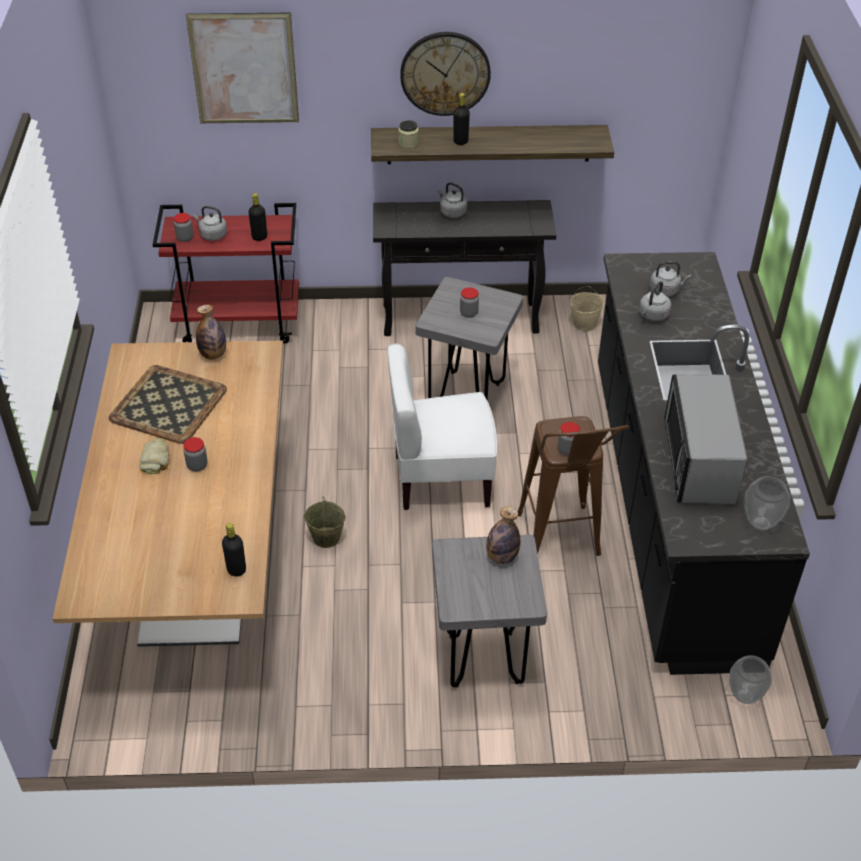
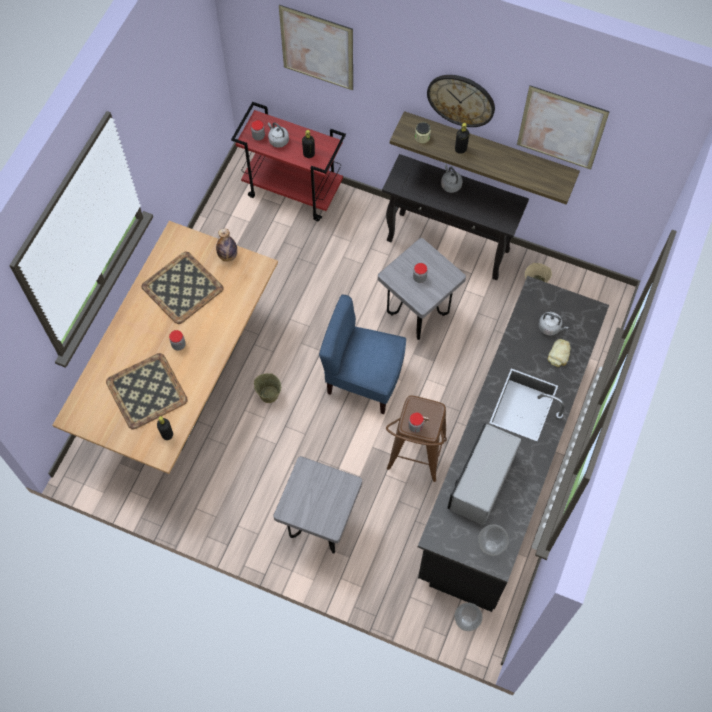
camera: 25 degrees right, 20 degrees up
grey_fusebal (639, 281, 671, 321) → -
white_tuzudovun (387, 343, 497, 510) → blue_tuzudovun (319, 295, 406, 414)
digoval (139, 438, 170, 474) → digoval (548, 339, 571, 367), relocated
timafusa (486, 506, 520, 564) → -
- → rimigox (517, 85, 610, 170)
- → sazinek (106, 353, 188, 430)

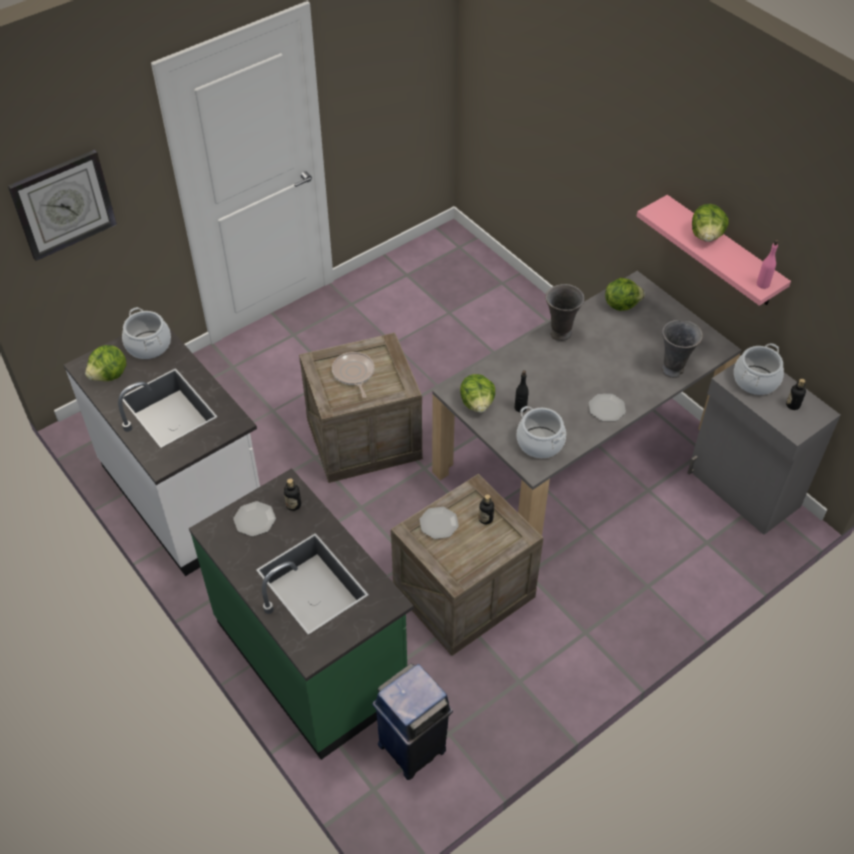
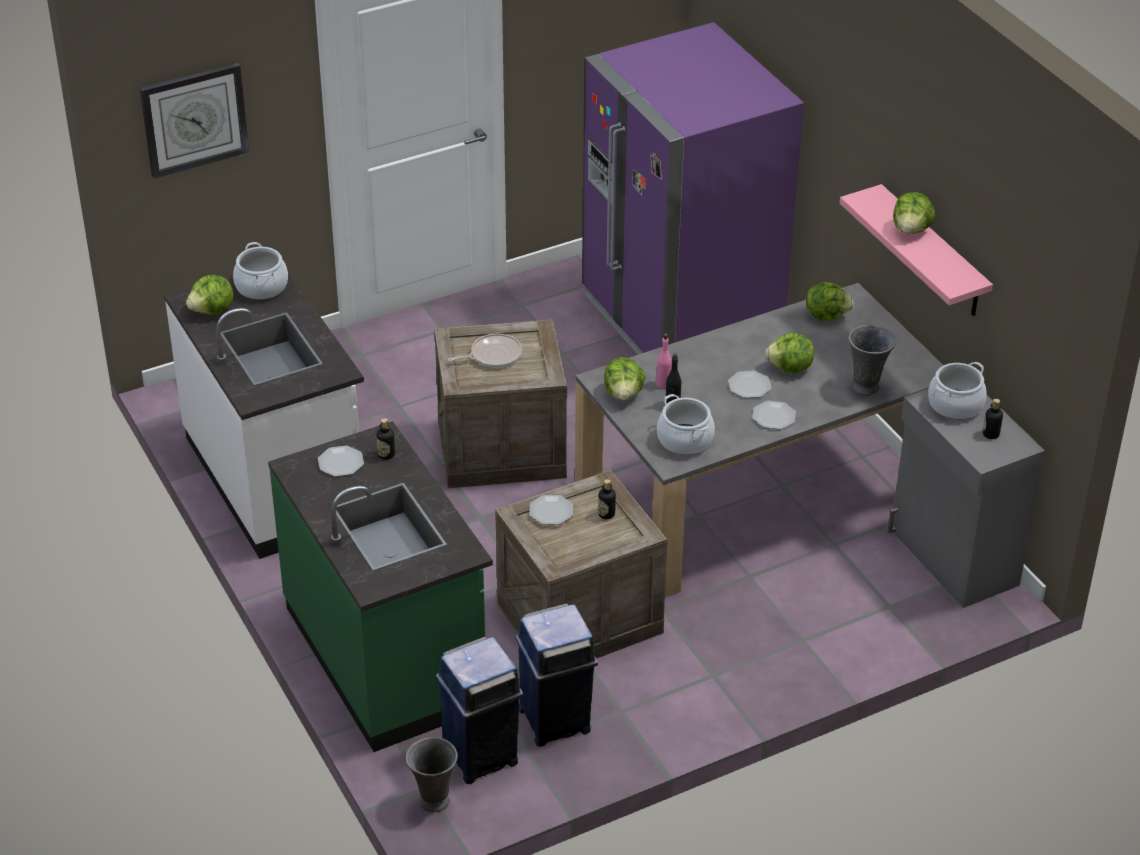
camera: 10 degrees right, 10 degrees down
pink_timafusa (757, 240, 779, 289) → pink_timafusa (656, 333, 672, 389), relocated
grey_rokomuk (545, 284, 584, 341) → grey_rokomuk (405, 737, 458, 812), relocated
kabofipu (332, 352, 374, 398) → kabofipu (448, 333, 522, 368), 75 degrees clockwise
- → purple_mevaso (582, 22, 804, 355)
- → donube (765, 333, 814, 373)
- → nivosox (728, 371, 772, 398)
- → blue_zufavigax (515, 604, 598, 747)

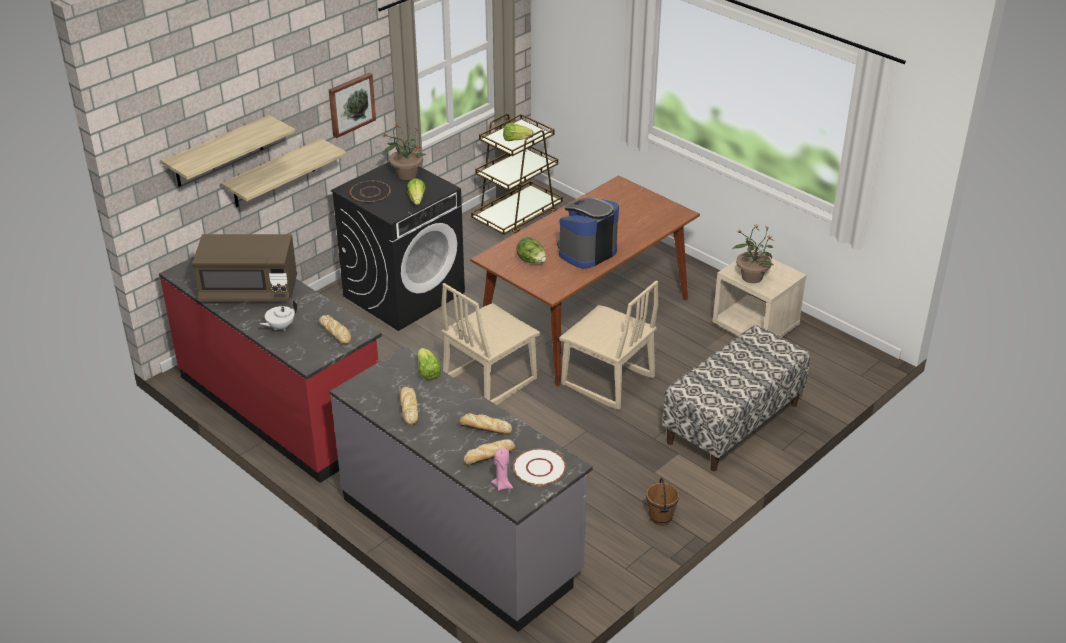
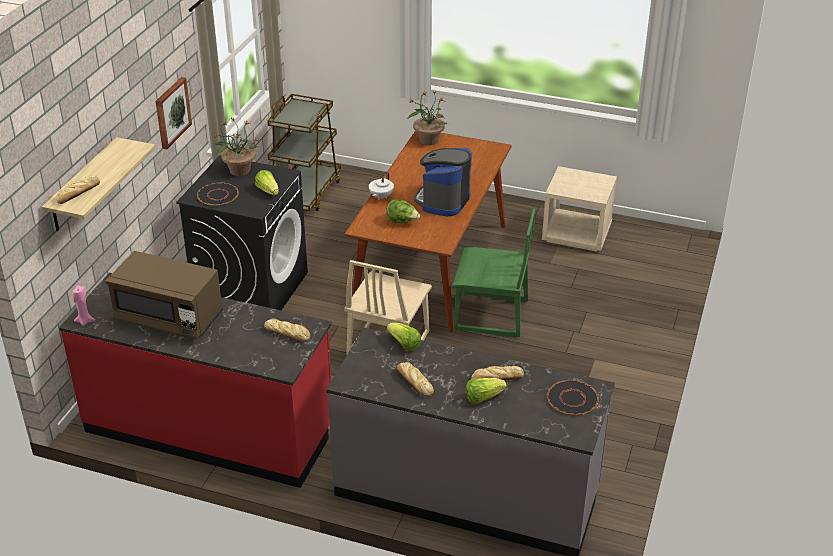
camera: 25 degrees left, 0 degrees up
donube (503, 123, 534, 141) → donube (466, 378, 507, 404), relocated
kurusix (221, 138, 347, 207) → -
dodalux (732, 225, 774, 283) → dodalux (408, 90, 448, 145), relocated
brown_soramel (192, 234, 297, 301) → brown_soramel (106, 251, 223, 340), 45 degrees clockwise
beige_tuzudovun (559, 280, 658, 410) → green_tuzudovun (452, 208, 535, 337)
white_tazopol (260, 300, 297, 330) → white_tazopol (369, 172, 394, 200), relocated
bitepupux (662, 325, 810, 471) → -
digoval (464, 439, 515, 465) → digoval (56, 176, 100, 204), relocated
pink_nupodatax (491, 447, 513, 491) → pink_nupodatax (72, 285, 95, 326), relocated
white_nivosox (513, 449, 566, 485) → black_nivosox (547, 380, 599, 415)
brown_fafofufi (646, 478, 679, 525) → -

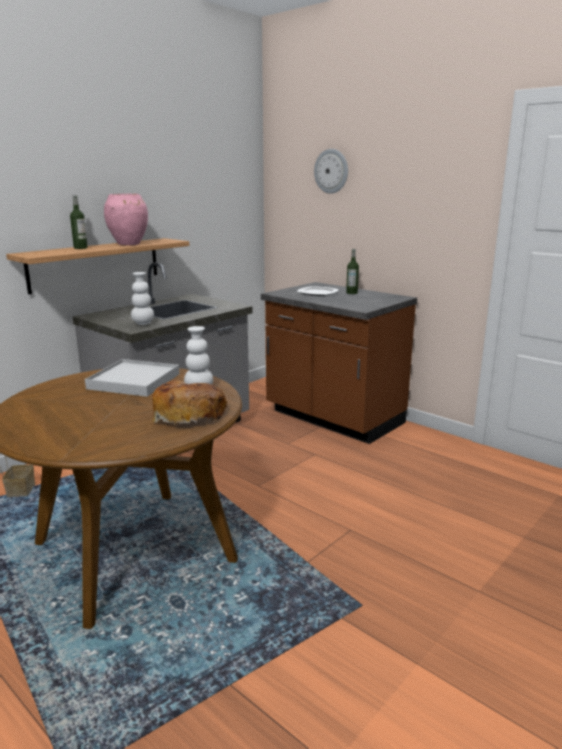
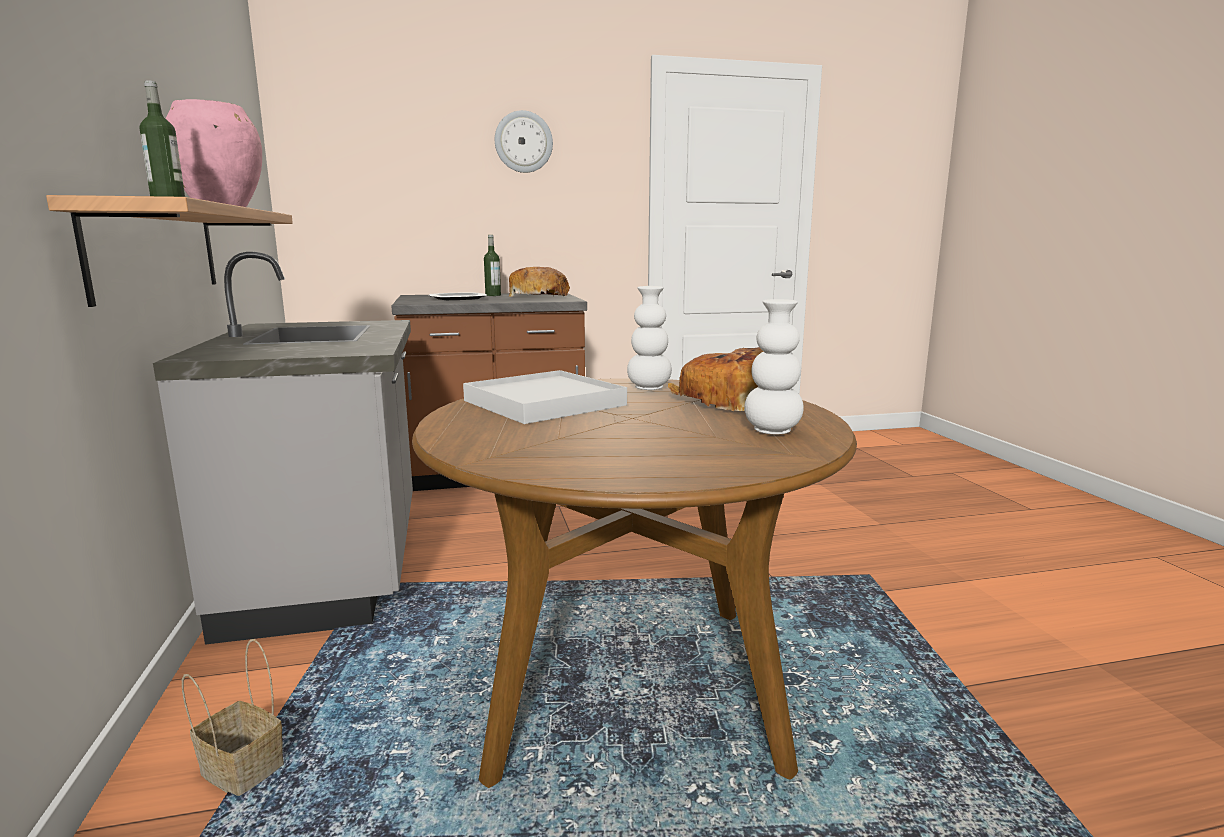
camera: 55 degrees left, 5 degrees down
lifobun (314, 149, 348, 194) → lifobun (495, 110, 553, 173), relocated
white_rokomuk (131, 272, 154, 325) → white_rokomuk (744, 299, 804, 435), relocated
- → digoval (509, 267, 570, 297)

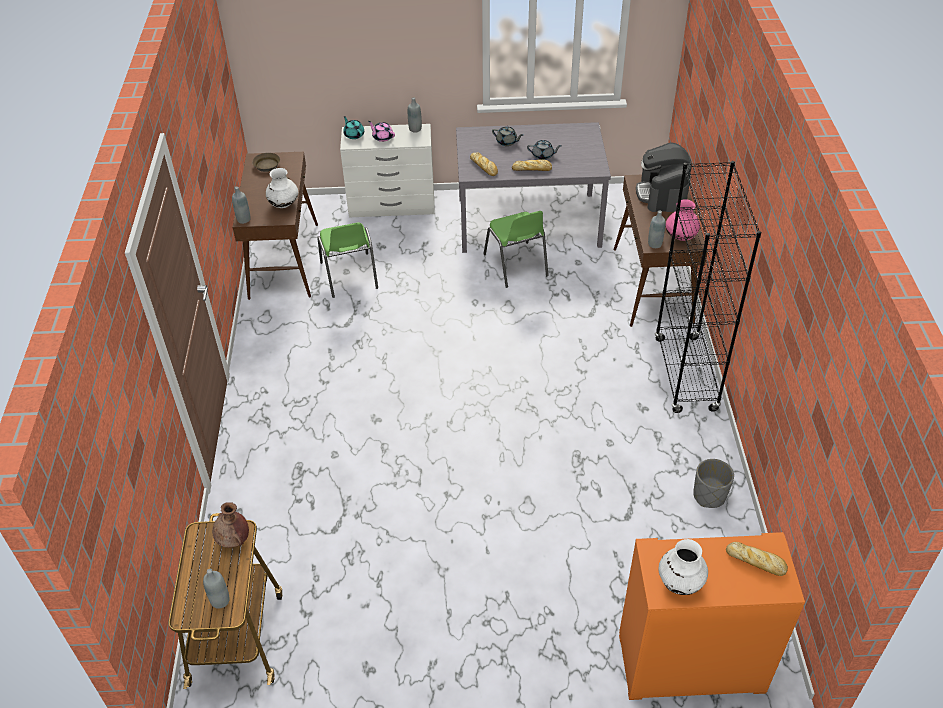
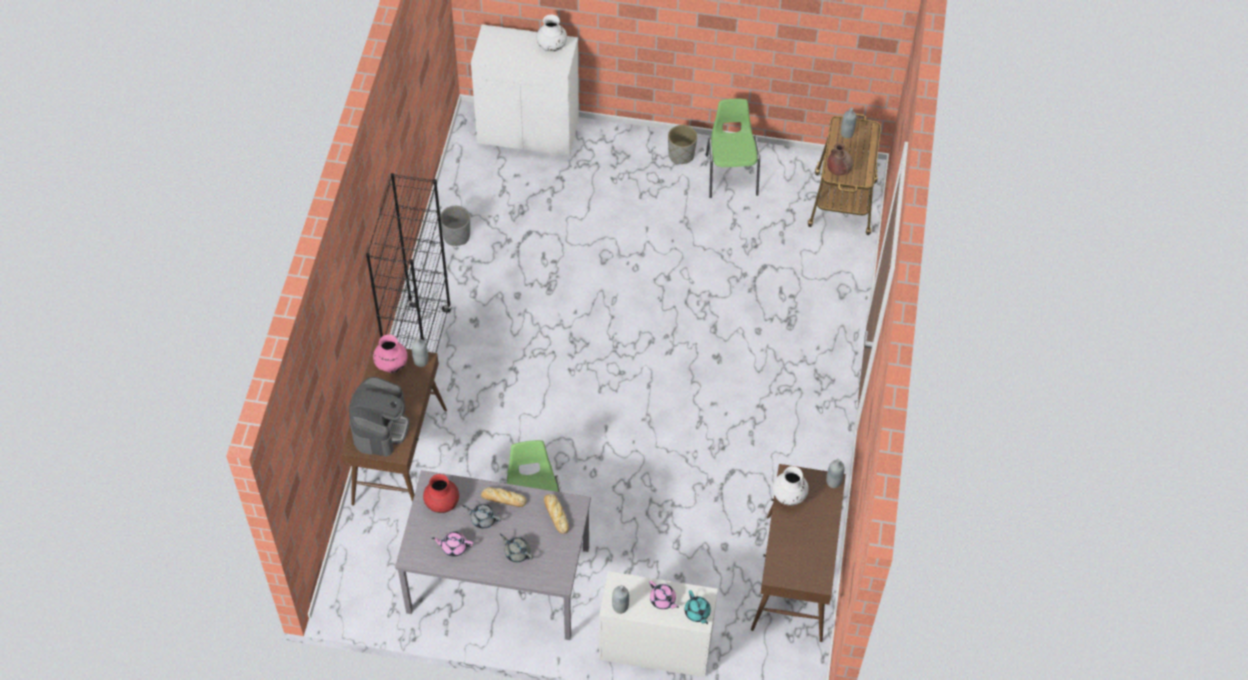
camera: 170 degrees left, 10 degrees up
brown_kabofipu (252, 153, 290, 179) → -
green_tuzudovun (317, 223, 378, 298) → green_tuzudovun (706, 99, 760, 198), relocated
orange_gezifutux (619, 532, 805, 700) → white_gezifutux (471, 24, 579, 156)
digoval (726, 542, 788, 576) → -
- → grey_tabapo (668, 125, 697, 164)
- → red_rokomuk (423, 474, 459, 513)
- → pink_tazopol (432, 531, 473, 557)

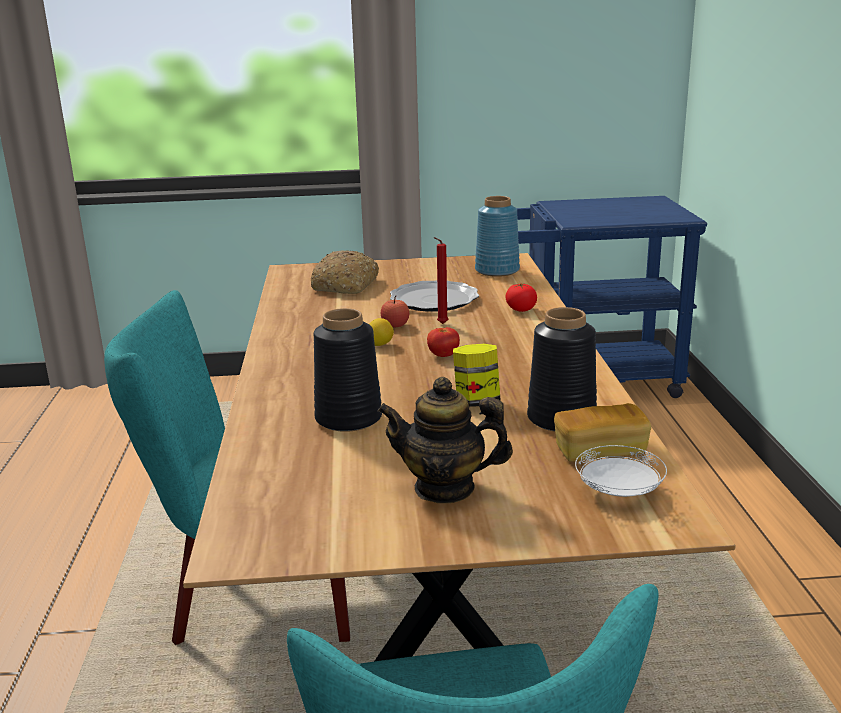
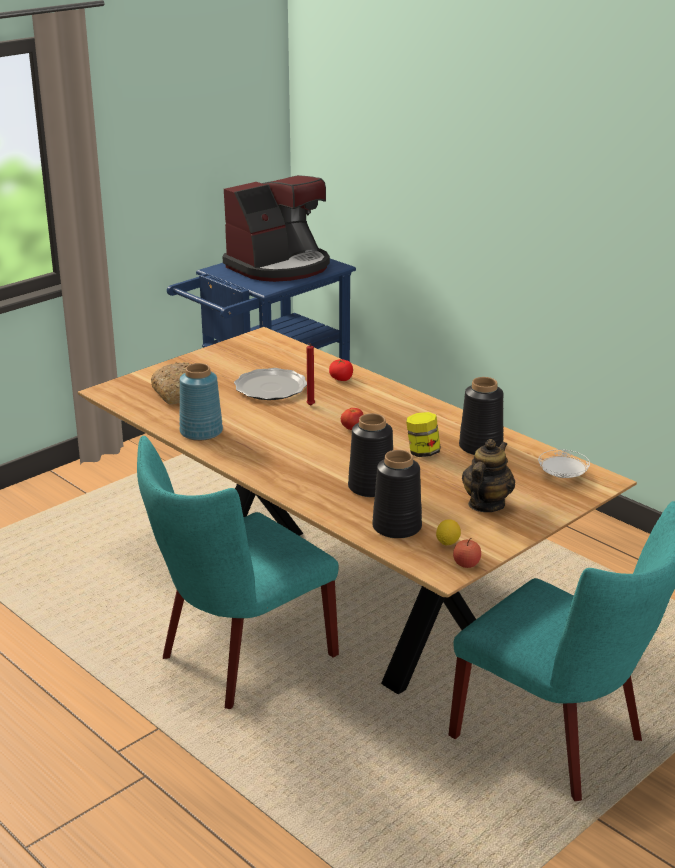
camera: 40 degrees left, 5 degrees up
blue_rokomuk (475, 196, 520, 277) → blue_rokomuk (179, 363, 223, 441), relocated
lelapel (381, 296, 409, 327) → lelapel (453, 538, 481, 568), relocated
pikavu (369, 318, 394, 346) → pikavu (436, 519, 461, 546), relocated
tazopol (377, 377, 513, 503) → tazopol (462, 439, 515, 512), 150 degrees clockwise
digoval (554, 403, 651, 462) → -
- → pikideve (222, 175, 330, 282)
- → black_rokomuk (372, 450, 422, 539)

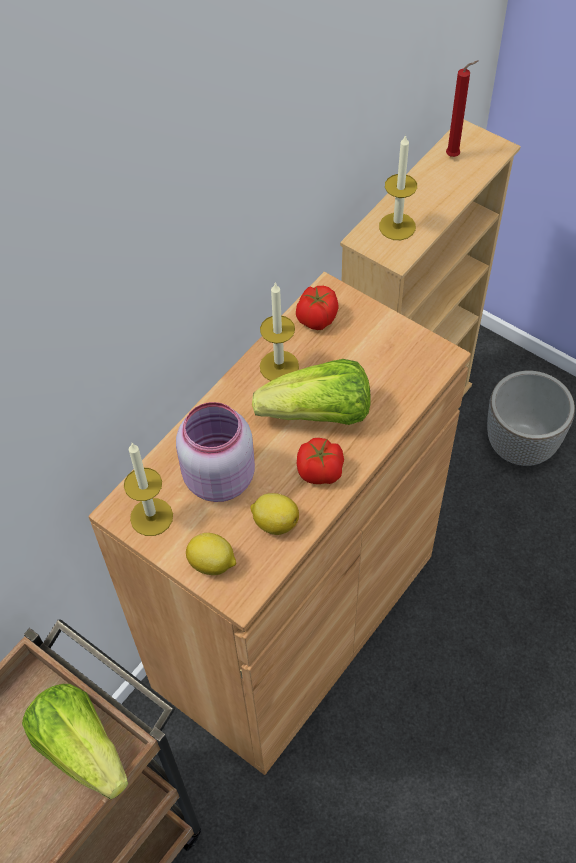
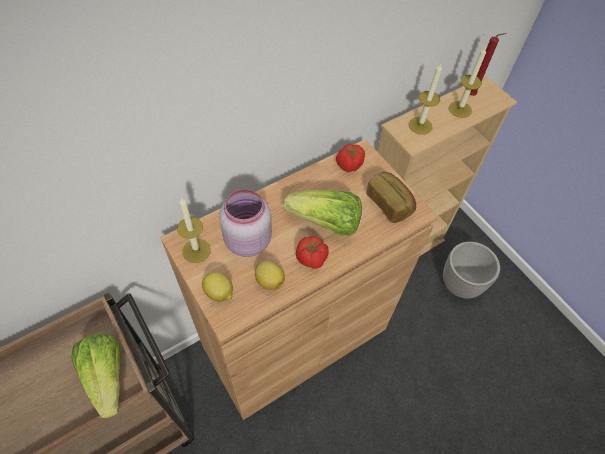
camera: 15 degrees right, 0 degrees up
nupodatax (260, 282, 299, 381) → nupodatax (449, 46, 486, 118), relocated
- → digoval (366, 172, 416, 223)

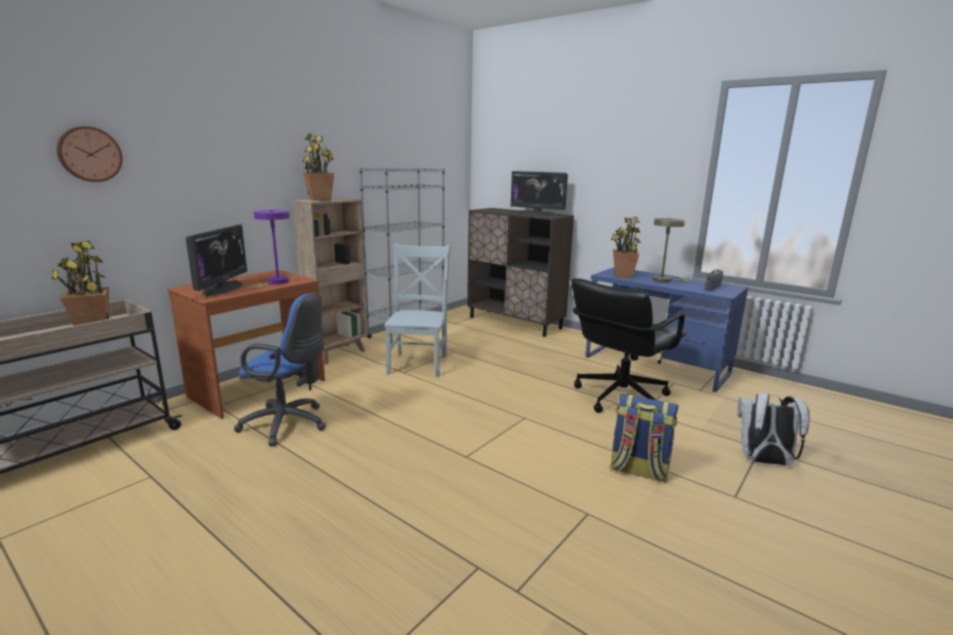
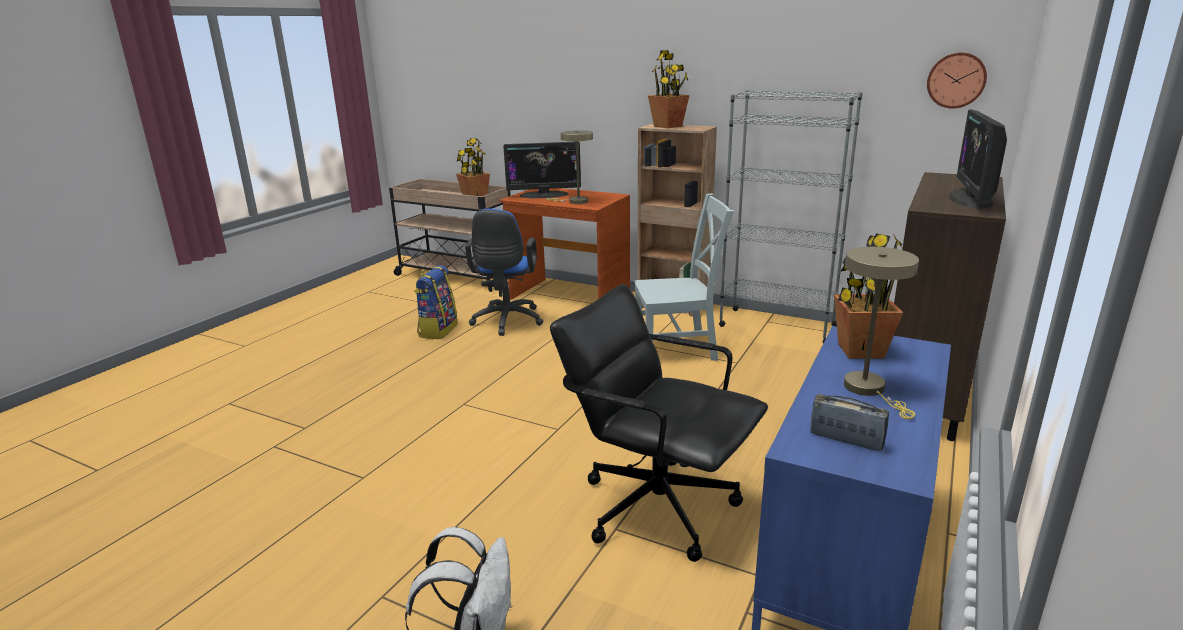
camera: 80 degrees right, 5 degrees up
lifobun (57, 126, 123, 182) → lifobun (927, 52, 987, 109), relocated
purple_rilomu (247, 210, 290, 289) → beige_rilomu (546, 130, 593, 204)
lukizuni (610, 393, 679, 483) → lukizuni (414, 265, 458, 339), relocated

